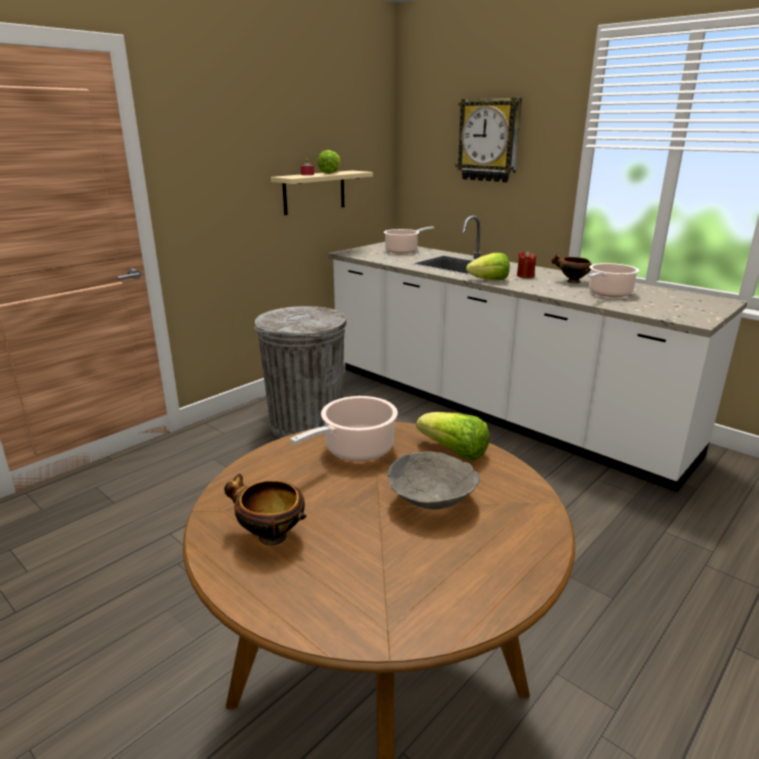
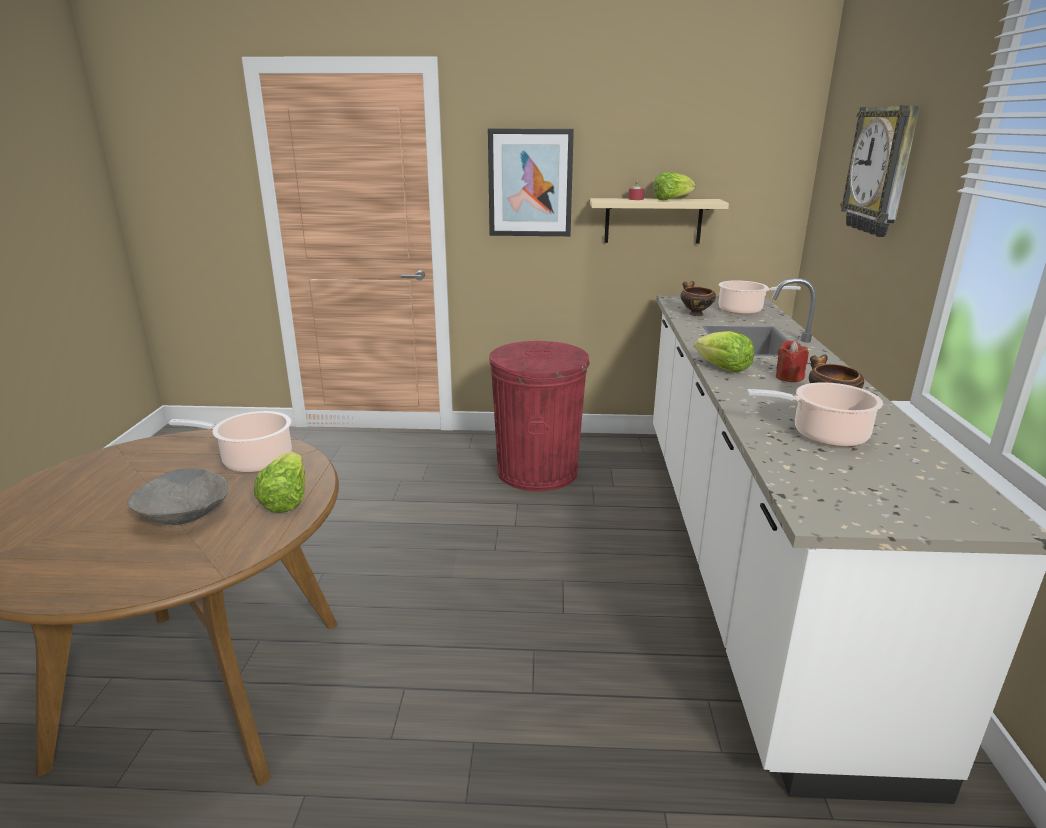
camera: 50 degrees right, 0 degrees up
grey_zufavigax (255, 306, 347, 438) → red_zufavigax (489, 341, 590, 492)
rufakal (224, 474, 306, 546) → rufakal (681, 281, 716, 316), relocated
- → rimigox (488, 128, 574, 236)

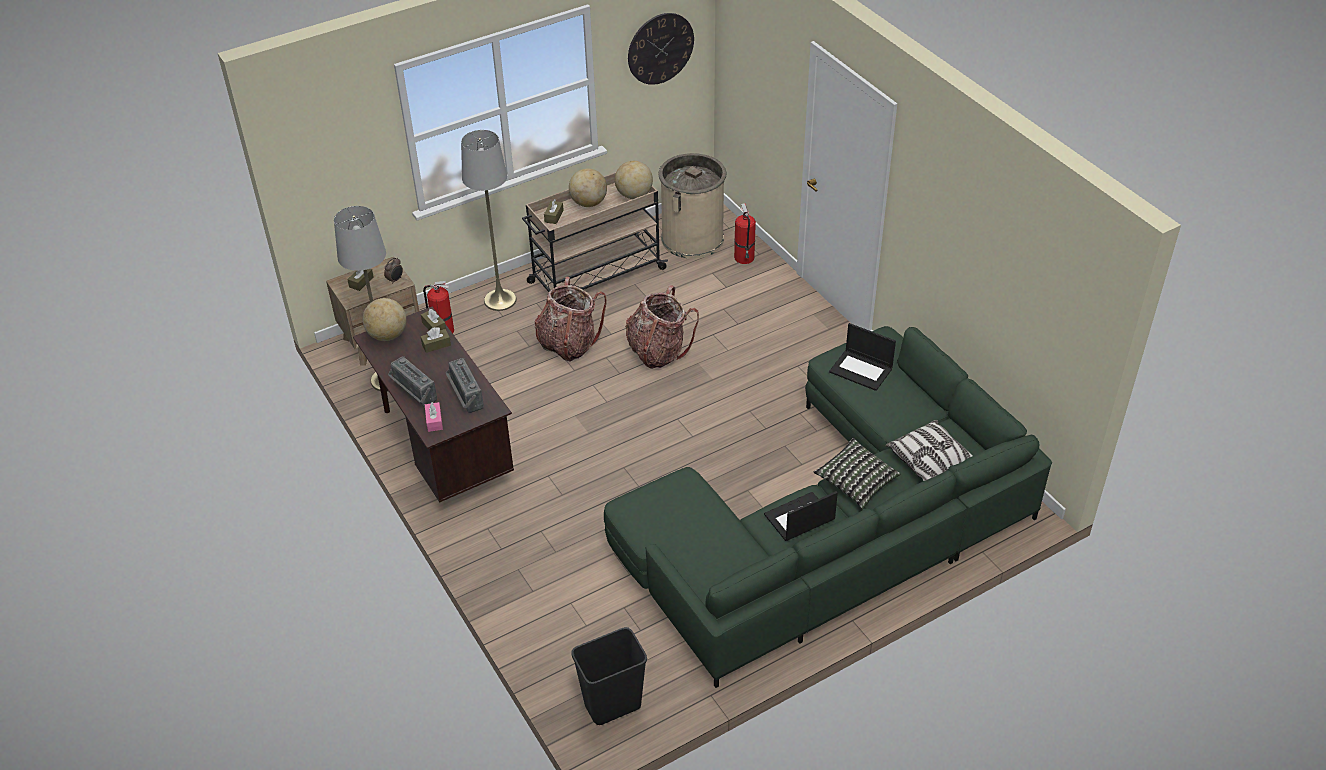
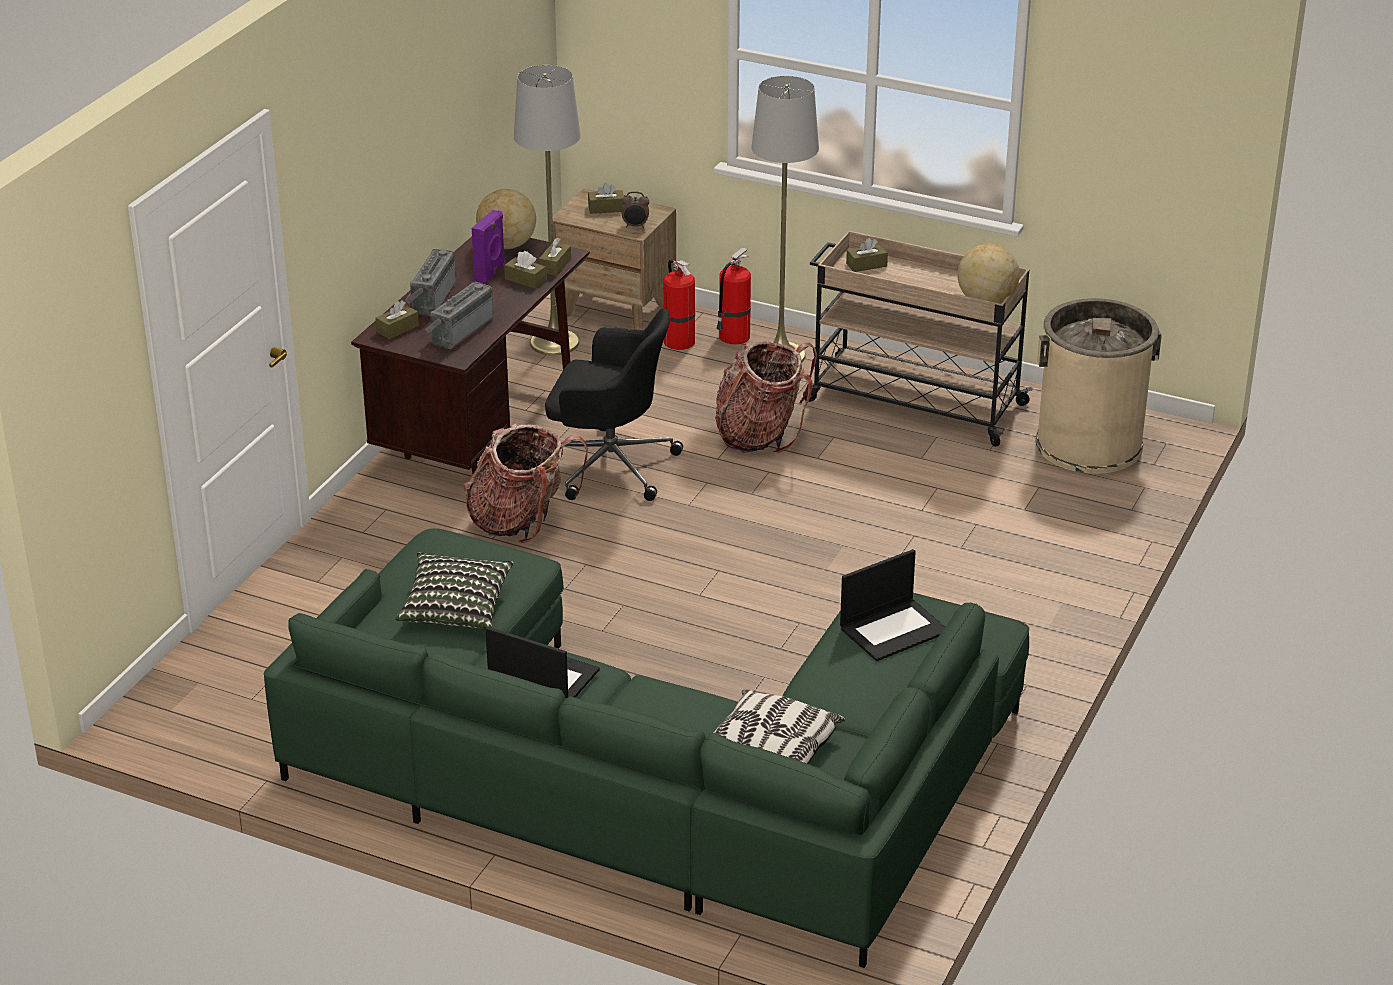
camera: 55 degrees right, 10 degrees down
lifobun (628, 13, 694, 85) → -
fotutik (569, 168, 607, 207) → -
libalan (734, 203, 756, 264) → libalan (716, 247, 751, 344), relocated
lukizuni (625, 285, 699, 369) → lukizuni (464, 424, 588, 543), relocated
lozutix (829, 323, 896, 391) → lozutix (840, 549, 945, 661), 120 degrees counterclockwise
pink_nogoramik (425, 402, 443, 432) → brown_nogoramik (375, 300, 419, 339)
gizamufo (814, 438, 900, 509) → gizamufo (395, 552, 513, 629), relocated
black_zufavigax (571, 627, 647, 725) → -
- → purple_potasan (472, 210, 505, 284)
- → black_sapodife (545, 308, 683, 501)

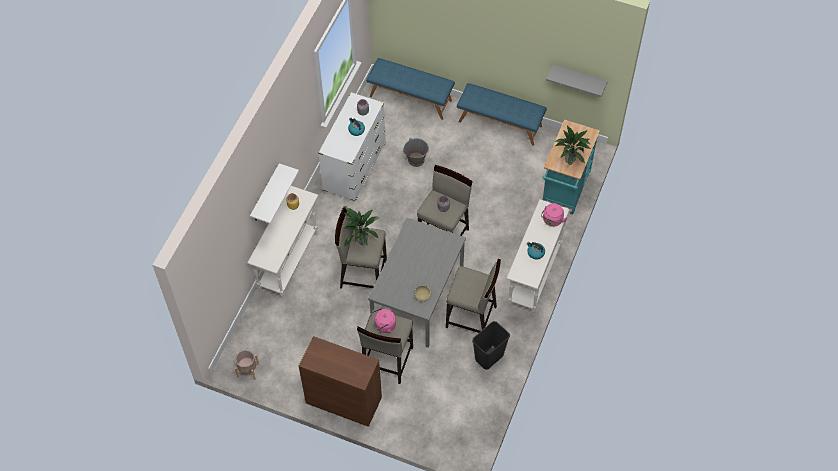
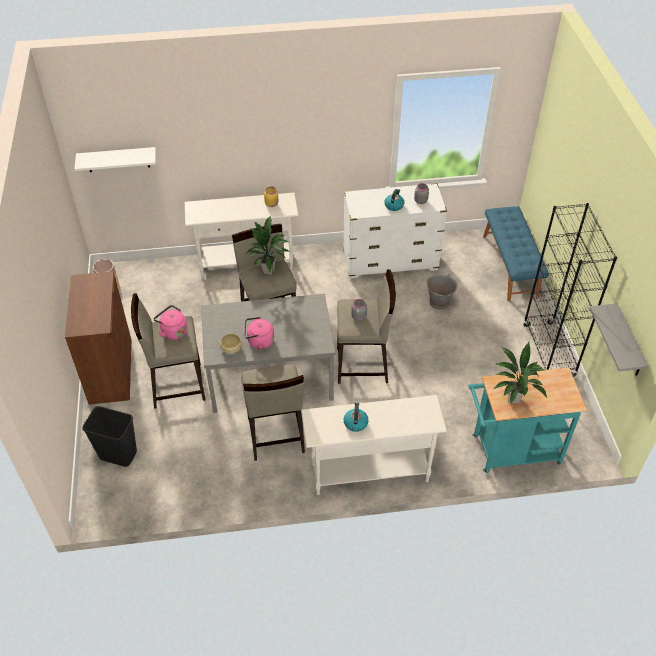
camera: 60 degrees right, 10 degrees down
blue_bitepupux (457, 83, 547, 146) → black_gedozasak (523, 203, 617, 377)
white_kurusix (250, 163, 299, 223) → white_kurusix (74, 147, 156, 172), relocated
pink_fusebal (541, 203, 568, 227) → pink_fusebal (244, 317, 274, 349), relocated
black_zufavigax (472, 321, 510, 370) → black_zufavigax (82, 406, 137, 467), relocated

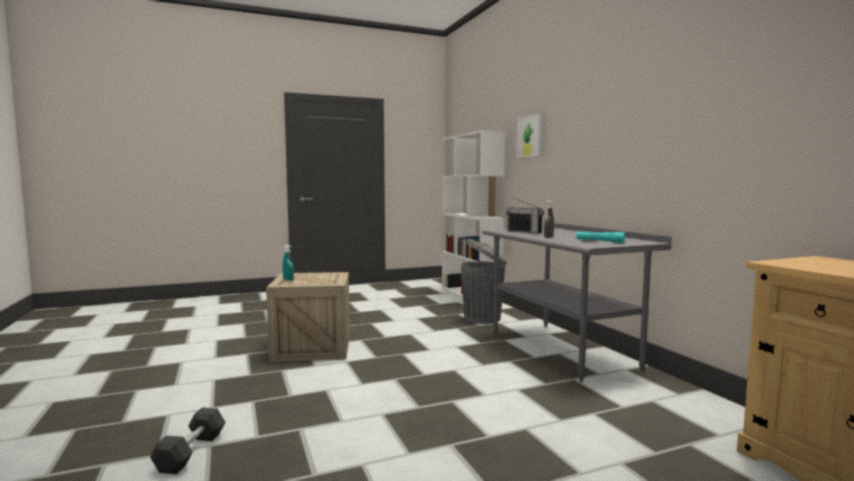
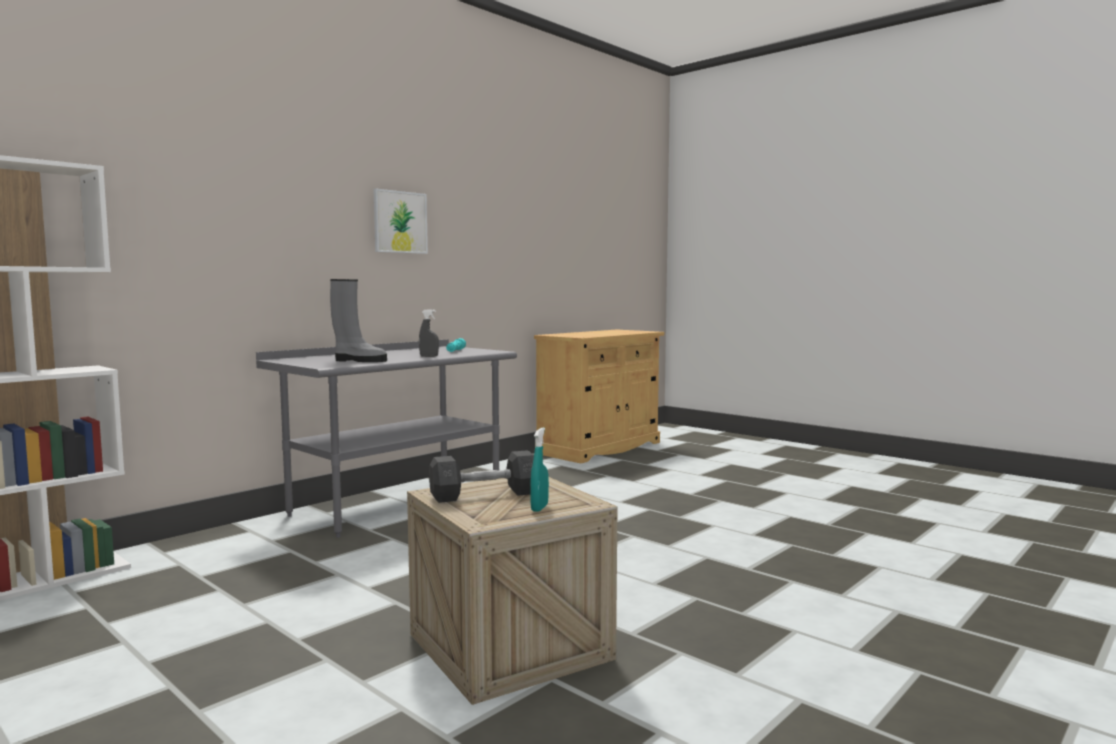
camera: 115 degrees left, 0 degrees up
rimigox (516, 113, 542, 158) → rimigox (374, 189, 428, 254), relocated
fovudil (506, 198, 544, 233) → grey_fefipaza (330, 279, 387, 362)
grey_zufavigax (461, 238, 507, 324) → -
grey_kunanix (150, 407, 225, 474) → grey_kunanix (429, 450, 534, 503), relocated

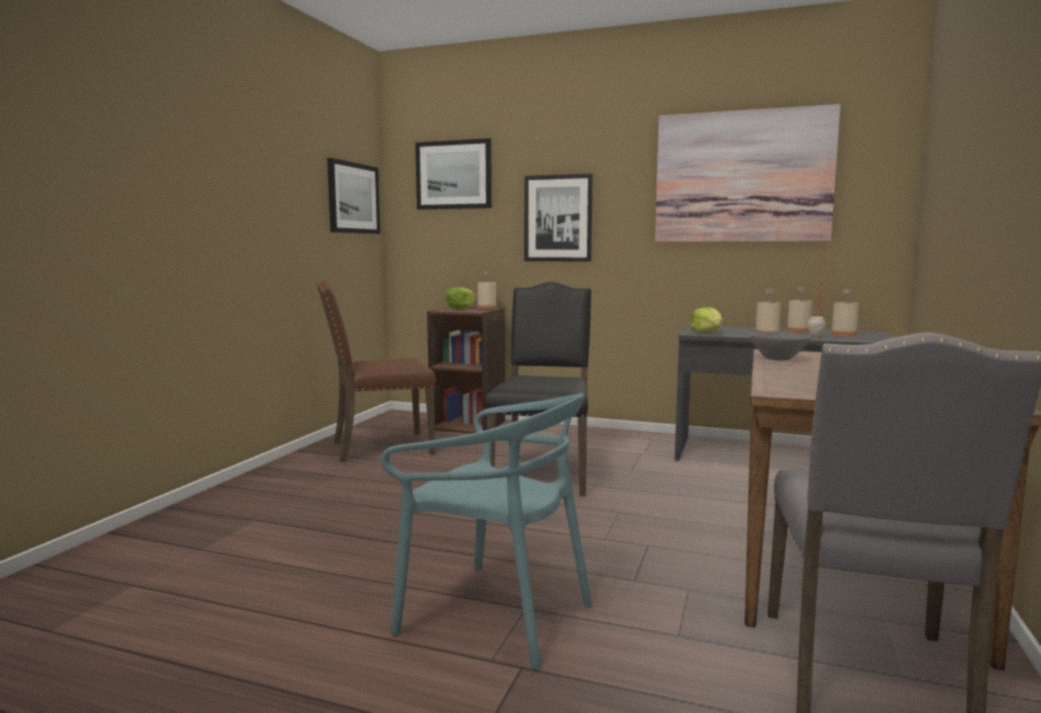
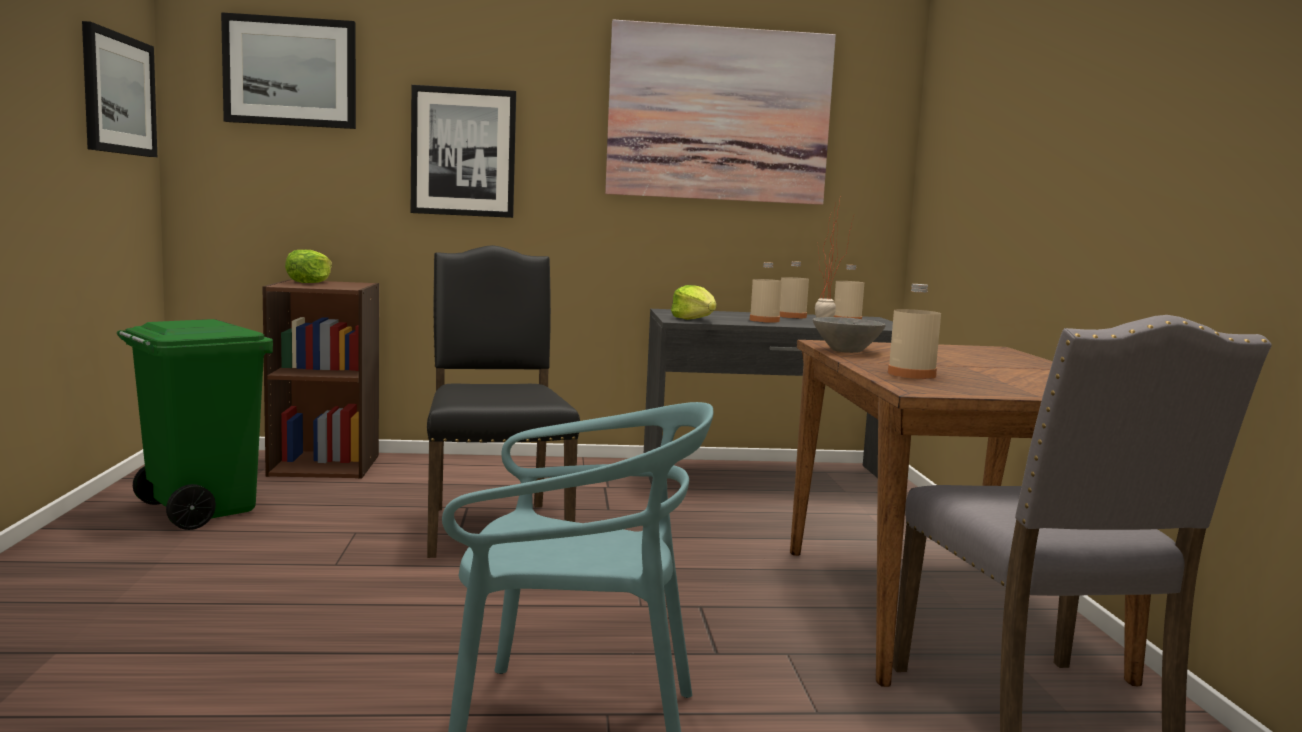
camera: 25 degrees left, 0 degrees up
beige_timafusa (477, 271, 497, 309) → beige_timafusa (888, 284, 941, 379), relocated
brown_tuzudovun (317, 281, 436, 462) → green_zufavigax (117, 319, 273, 530)

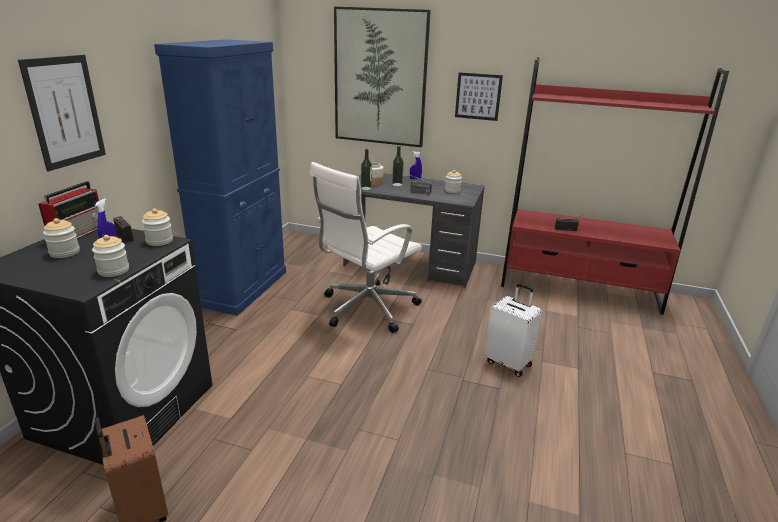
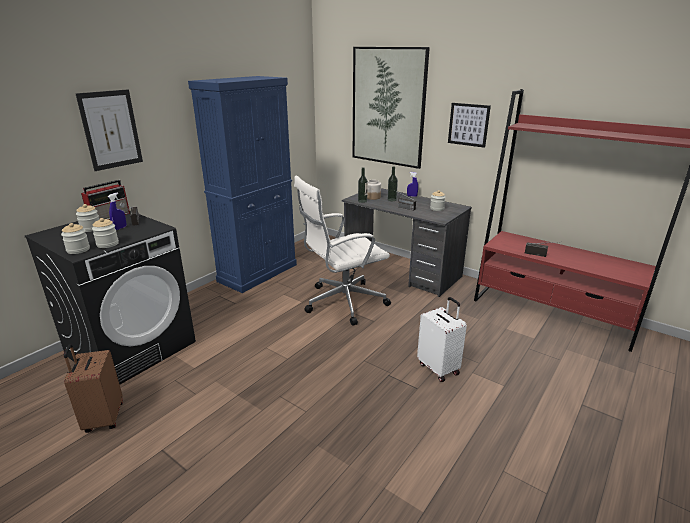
camera: 20 degrees right, 0 degrees up
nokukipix (142, 209, 173, 246) → nokukipix (61, 223, 90, 254), relocated

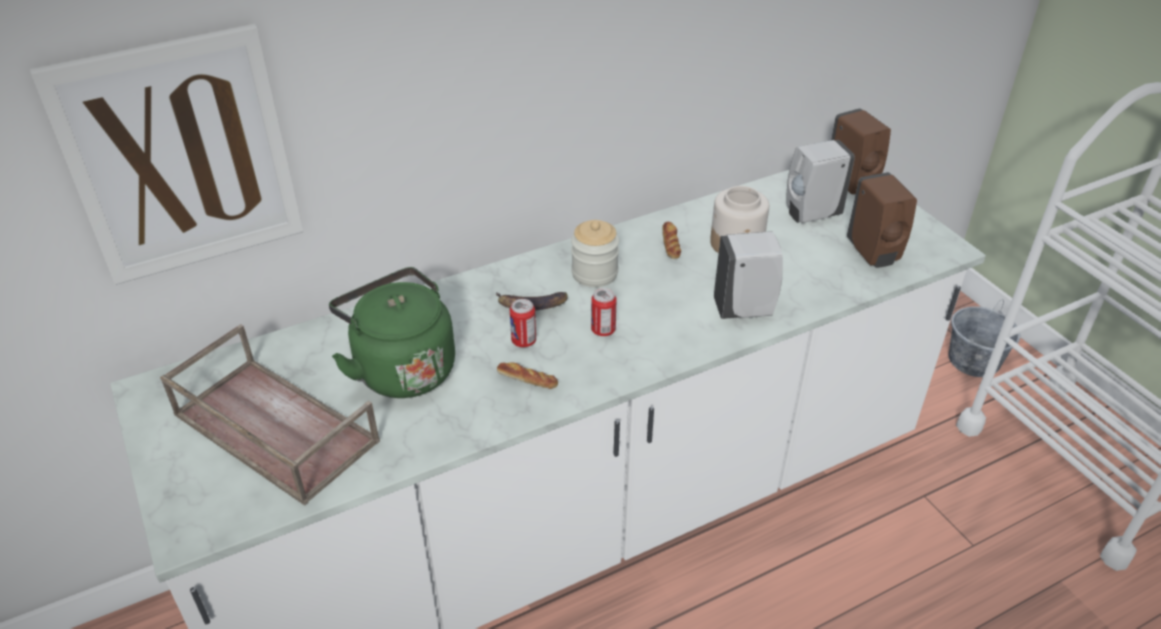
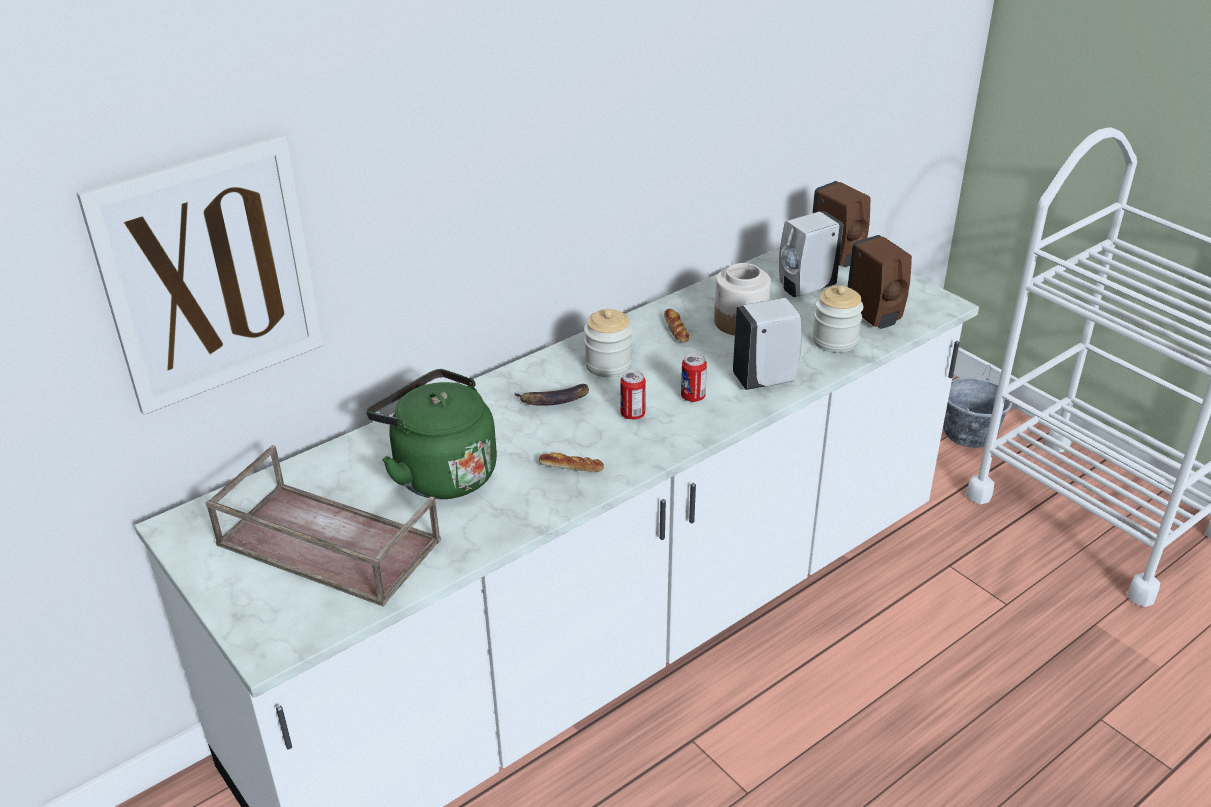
camera: 10 degrees left, 5 degrees down
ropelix (510, 299, 536, 347) → ropelix (681, 354, 707, 402), relocated
- → nokukipix (812, 285, 863, 353)

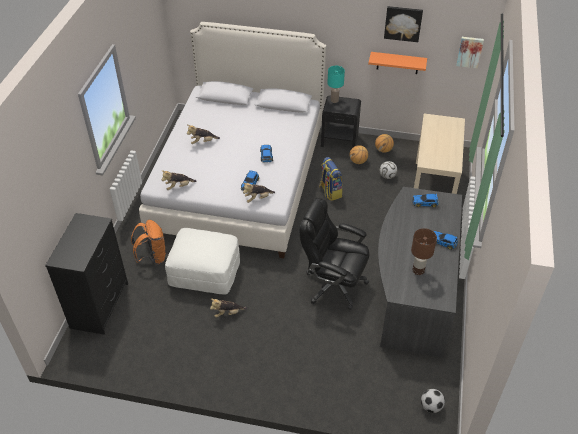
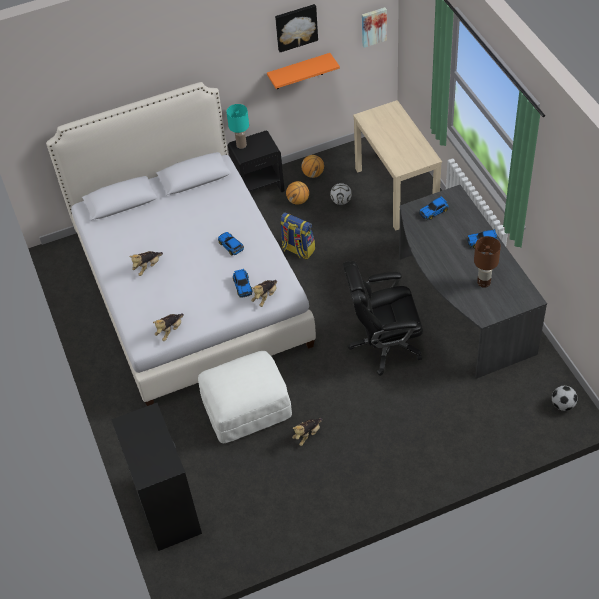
camera: 30 degrees left, 5 degrees up
orange_lukizuni (131, 220, 166, 265) → -

